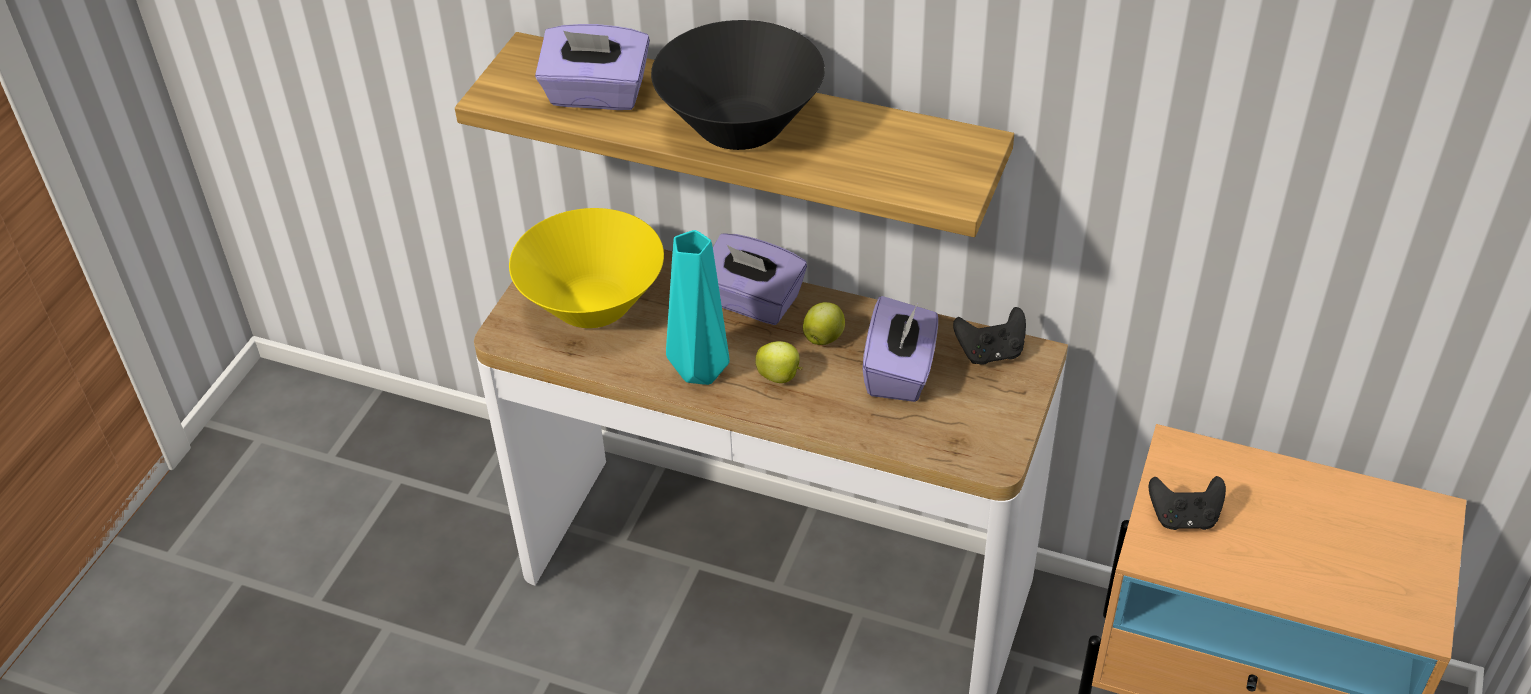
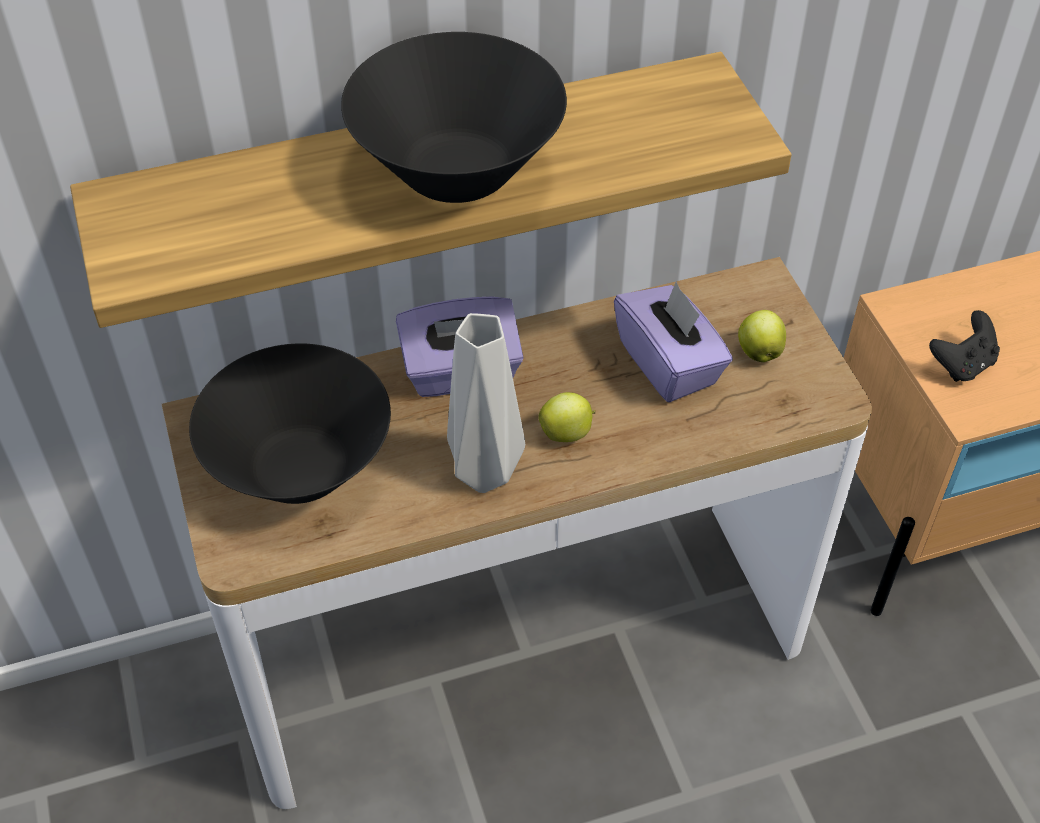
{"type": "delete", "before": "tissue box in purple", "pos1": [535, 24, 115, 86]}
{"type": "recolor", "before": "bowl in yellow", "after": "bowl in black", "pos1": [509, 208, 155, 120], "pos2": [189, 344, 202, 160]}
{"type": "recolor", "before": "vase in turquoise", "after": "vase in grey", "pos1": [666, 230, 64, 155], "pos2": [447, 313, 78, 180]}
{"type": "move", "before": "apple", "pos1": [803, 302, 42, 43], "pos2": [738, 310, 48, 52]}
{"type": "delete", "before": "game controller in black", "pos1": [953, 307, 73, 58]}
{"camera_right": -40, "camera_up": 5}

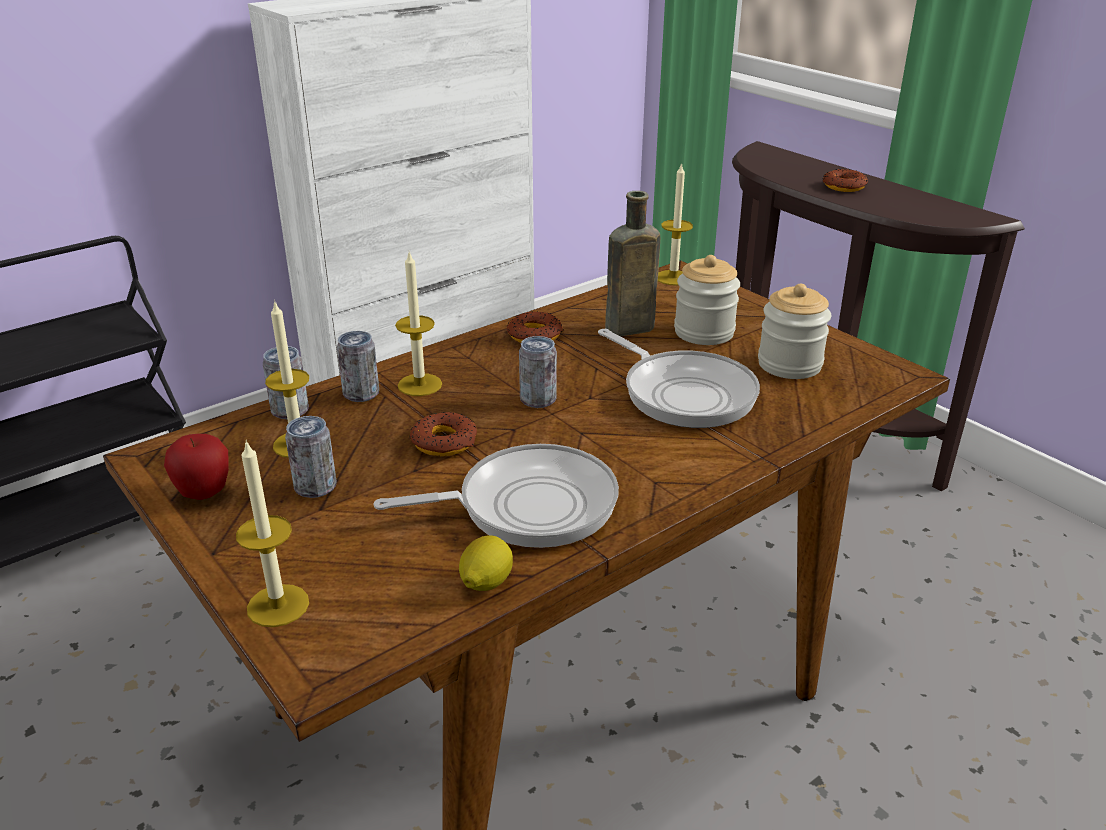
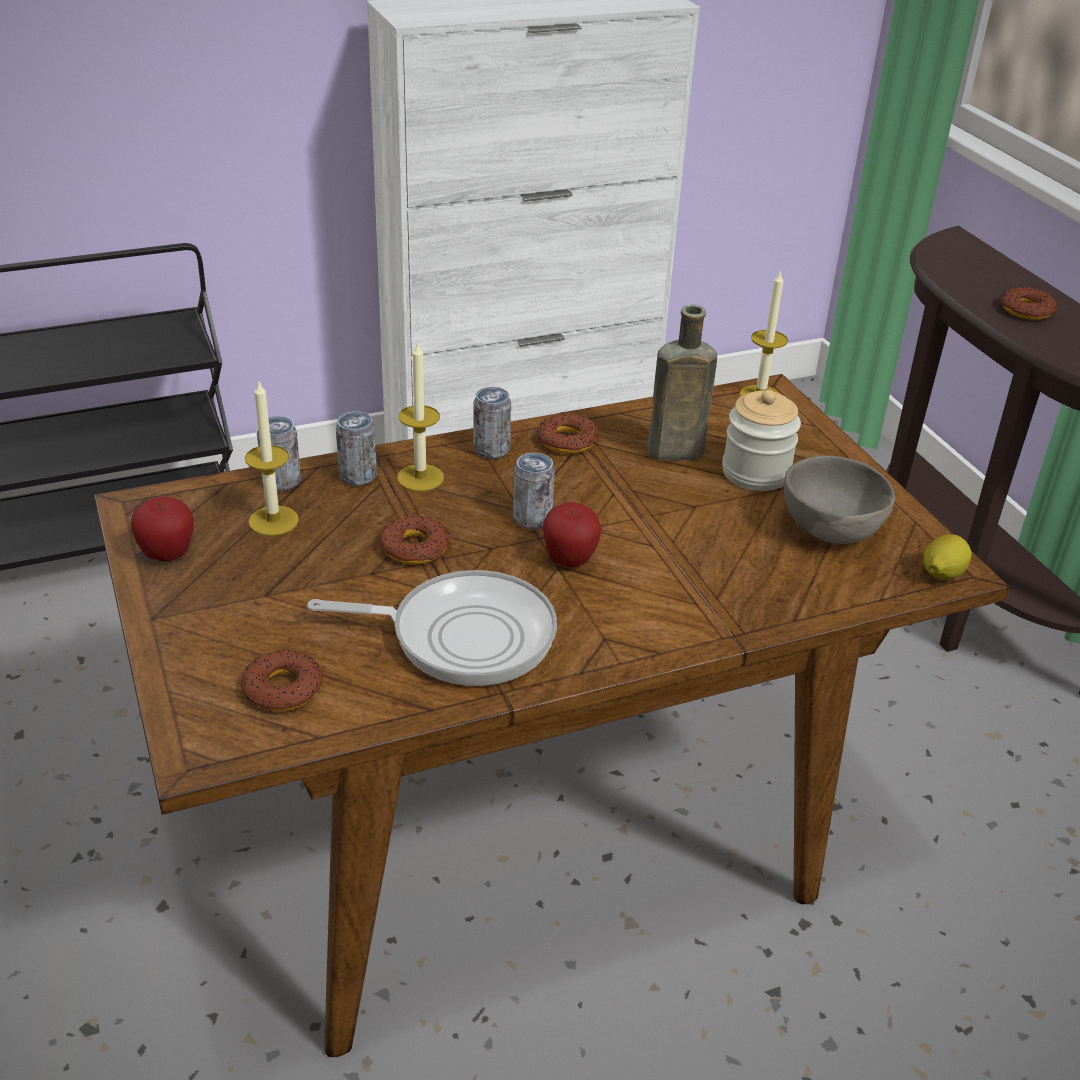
{"type": "replace", "before": "jar", "after": "bowl in grey", "pos1": [758, 284, 73, 95], "pos2": [784, 456, 111, 88]}
{"type": "delete", "before": "frying pan", "pos1": [598, 329, 162, 99]}
{"type": "move", "before": "can", "pos1": [285, 416, 51, 82], "pos2": [473, 387, 38, 72]}
{"type": "delete", "before": "candle", "pos1": [236, 440, 73, 187]}
{"type": "move", "before": "lemon", "pos1": [459, 535, 54, 56], "pos2": [923, 534, 49, 46]}
{"type": "insert", "after": "apple", "pos2": [543, 502, 59, 65]}
{"type": "insert", "after": "donut", "pos2": [241, 649, 82, 62]}
{"camera_right": 15, "camera_up": 5}

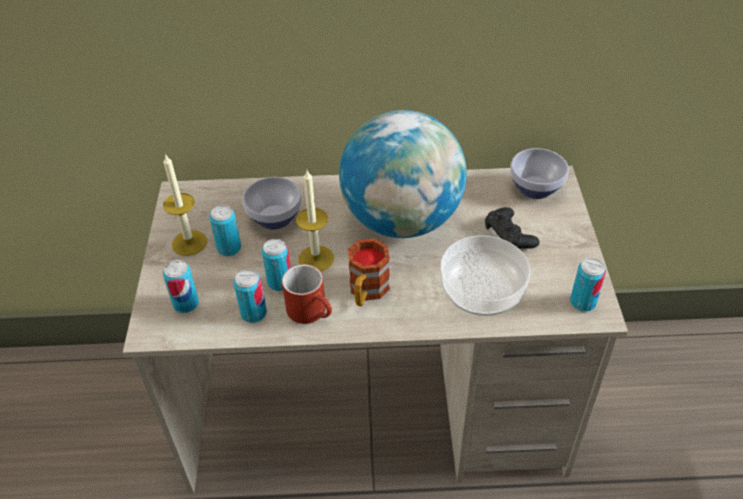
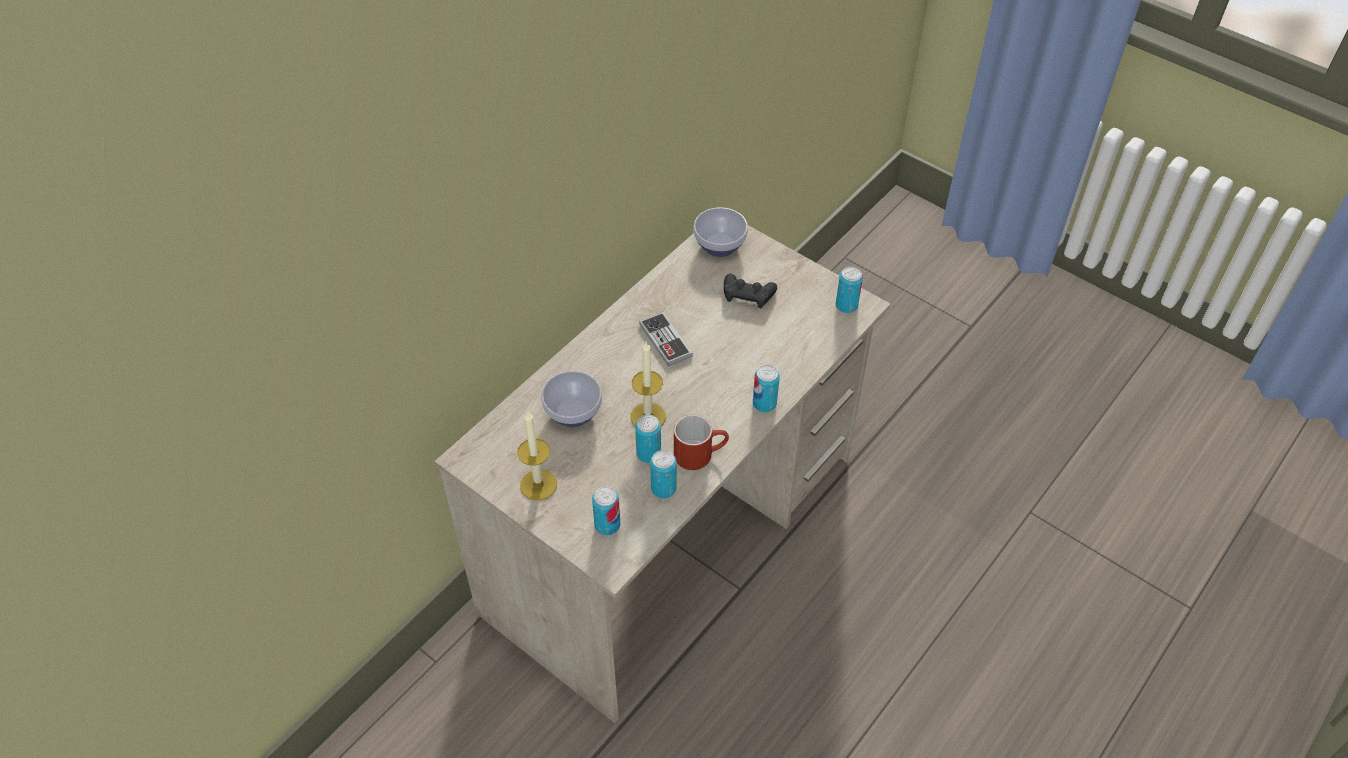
{"type": "replace", "before": "globe", "after": "game controller", "pos1": [339, 110, 128, 128], "pos2": [639, 312, 54, 54]}
{"type": "move", "before": "can", "pos1": [210, 205, 31, 51], "pos2": [753, 365, 27, 47]}
{"type": "delete", "before": "bowl", "pos1": [440, 235, 90, 81]}
{"type": "delete", "before": "mug", "pos1": [348, 238, 42, 68]}
{"camera_right": -50, "camera_up": 5}

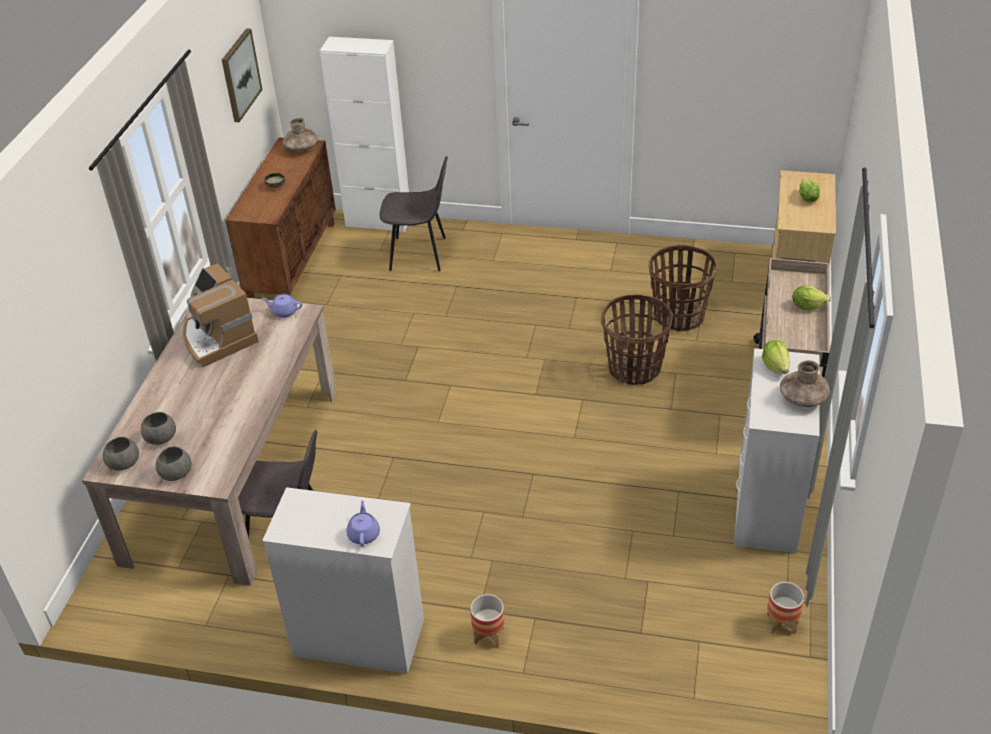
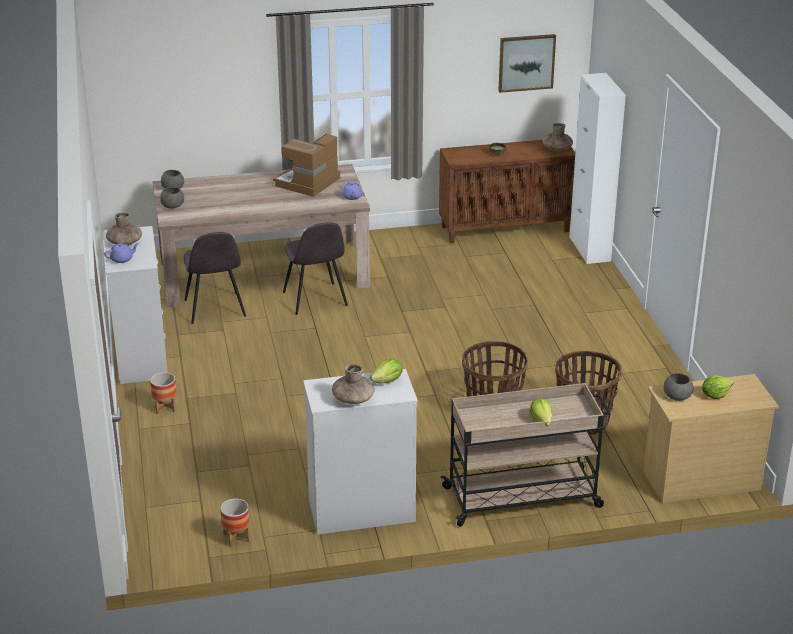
{"type": "move", "before": "chair in grey", "pos1": [380, 156, 68, 115], "pos2": [283, 222, 65, 93]}
{"type": "move", "before": "bowl in grey", "pos1": [141, 412, 35, 33], "pos2": [664, 373, 30, 28]}
{"type": "insert", "after": "vase in brown", "pos2": [106, 212, 36, 33]}
{"camera_right": 65, "camera_up": -10}

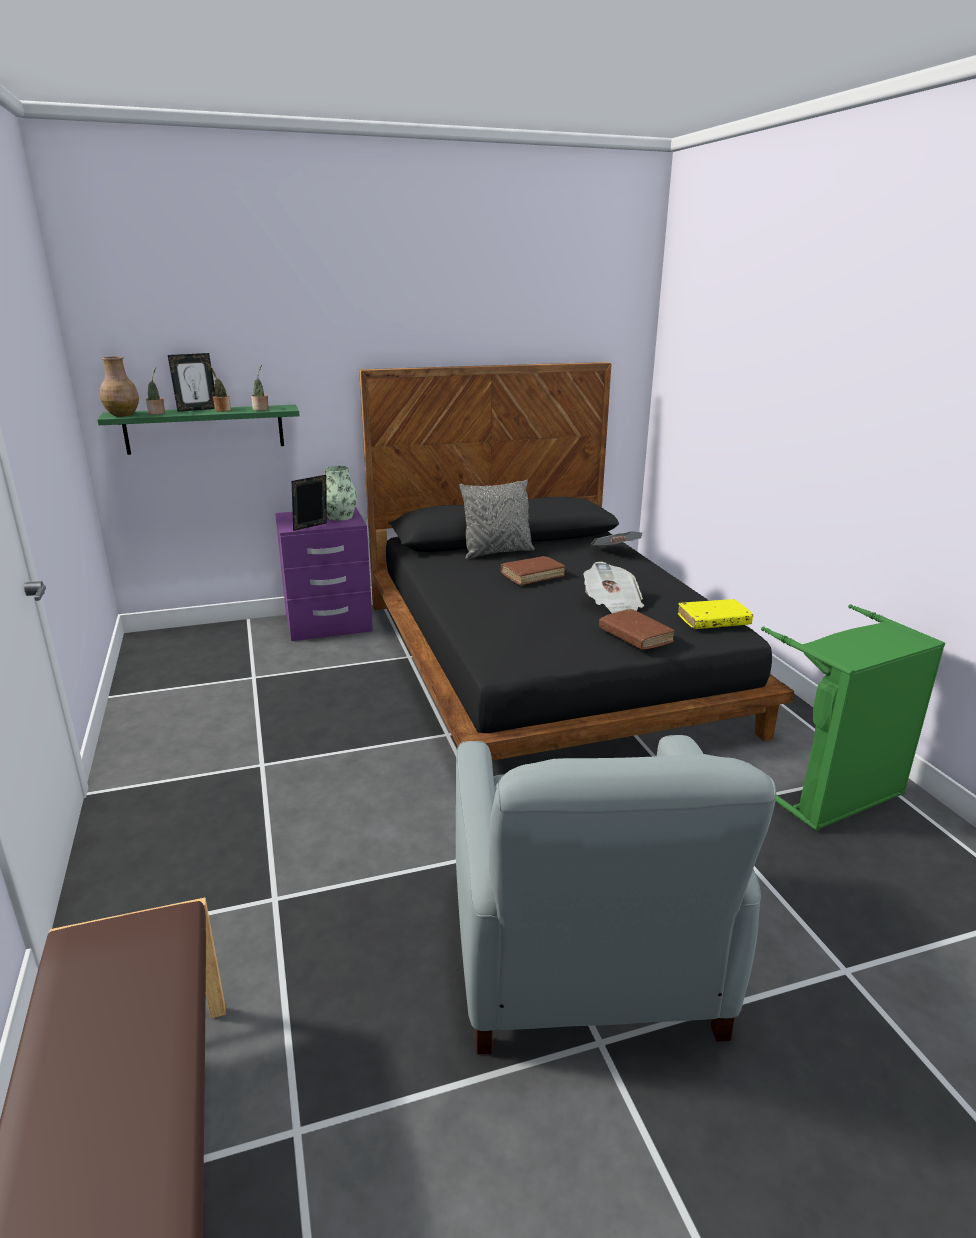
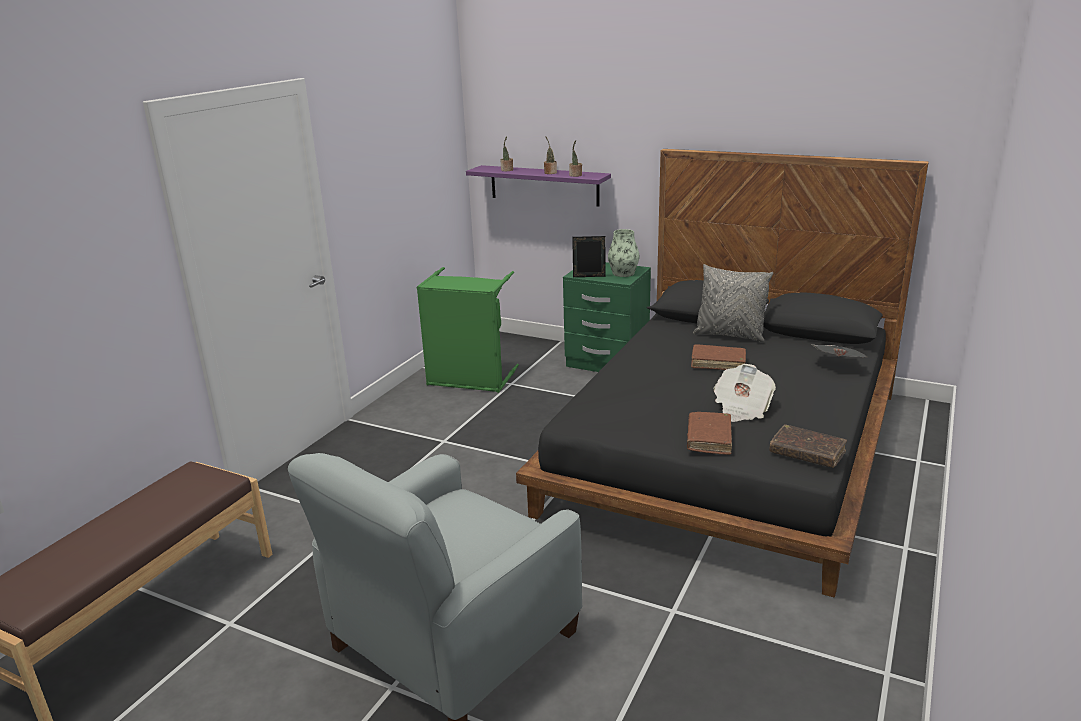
{"type": "delete", "before": "picture frame", "pos1": [168, 353, 48, 59]}
{"type": "delete", "before": "vase in brown", "pos1": [100, 356, 39, 61]}
{"type": "recolor", "before": "shelf in green", "after": "shelf in purple", "pos1": [97, 405, 203, 50], "pos2": [466, 165, 145, 42]}
{"type": "recolor", "before": "nightstand in purple", "after": "nightstand in green", "pos1": [275, 507, 98, 134], "pos2": [563, 262, 88, 110]}
{"type": "recolor", "before": "book in yellow", "after": "book in brown", "pos1": [678, 599, 75, 30], "pos2": [769, 424, 78, 44]}
{"type": "move", "before": "laundry basket in green", "pos1": [761, 604, 184, 227], "pos2": [417, 267, 102, 126]}
{"camera_right": 45, "camera_up": 0}

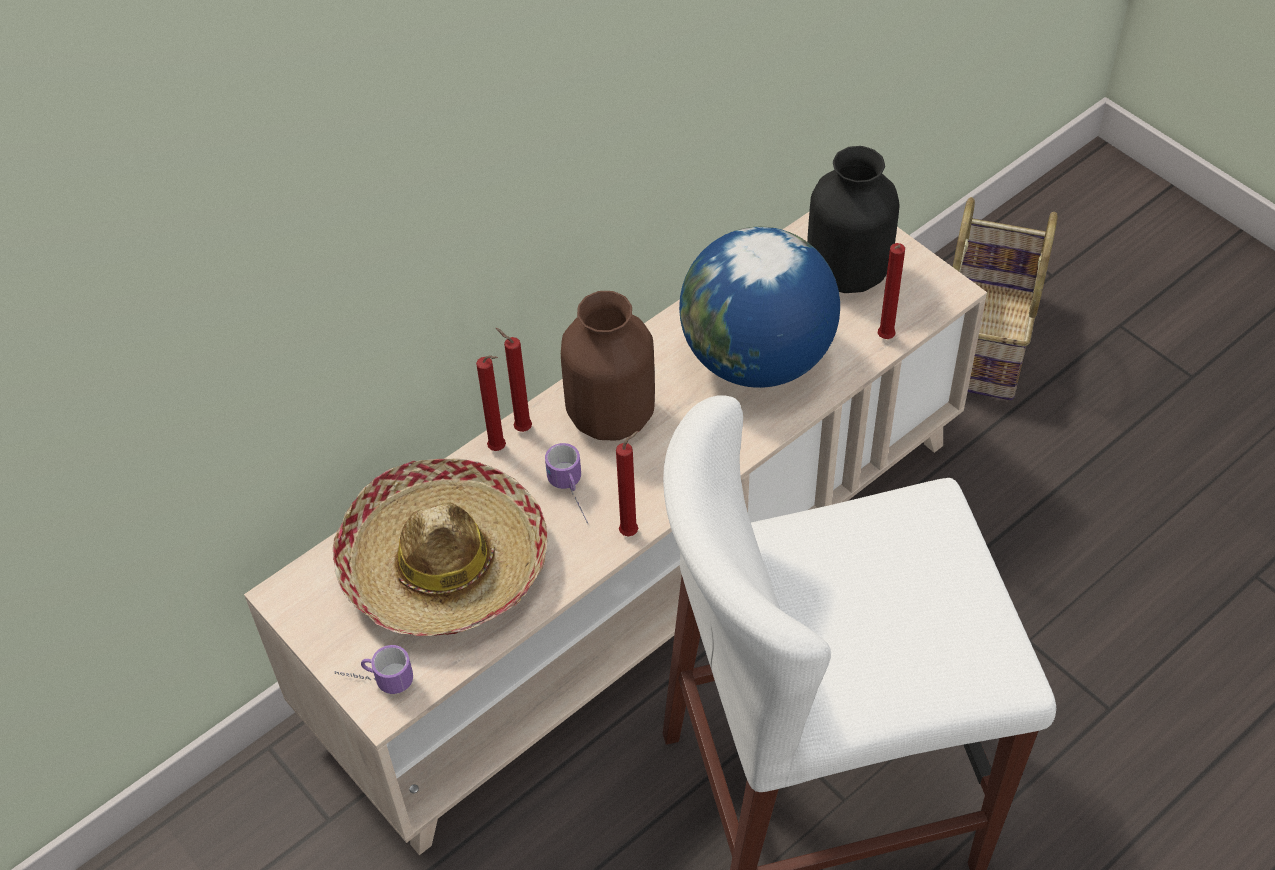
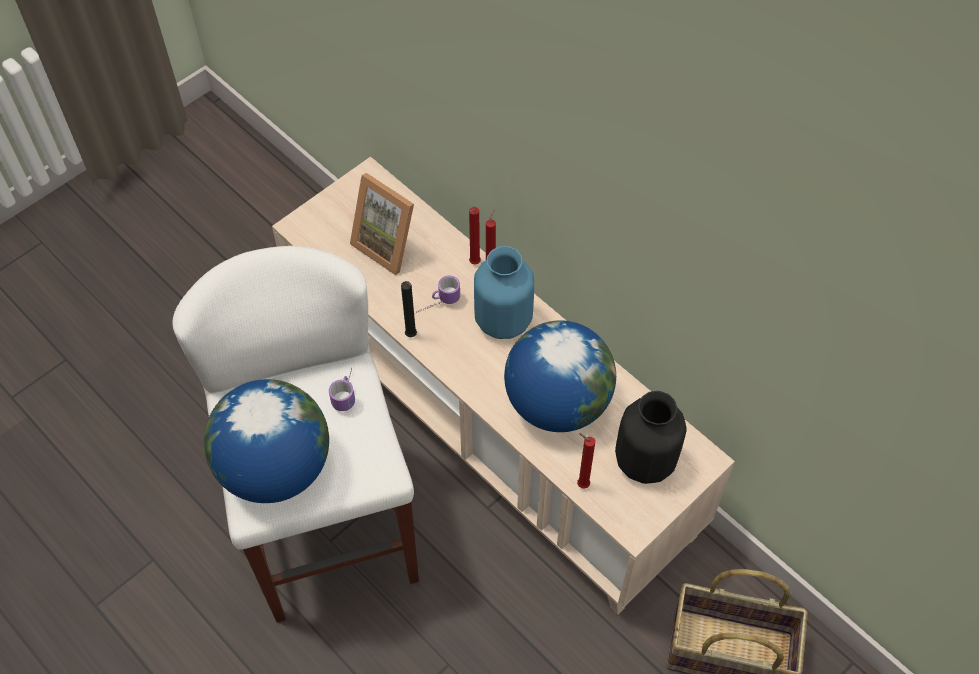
{"type": "recolor", "before": "vase in brown", "after": "vase in blue", "pos1": [561, 291, 94, 149], "pos2": [474, 246, 60, 93]}
{"type": "recolor", "before": "candle in red", "after": "candle in black", "pos1": [616, 431, 22, 106], "pos2": [401, 281, 16, 56]}
{"type": "replace", "before": "hat", "after": "picture frame", "pos1": [333, 459, 215, 177], "pos2": [350, 173, 64, 102]}
{"type": "move", "before": "mug", "pos1": [335, 645, 78, 49], "pos2": [329, 368, 26, 43]}
{"type": "insert", "after": "globe", "pos2": [204, 379, 125, 124]}
{"camera_right": 85, "camera_up": 5}

